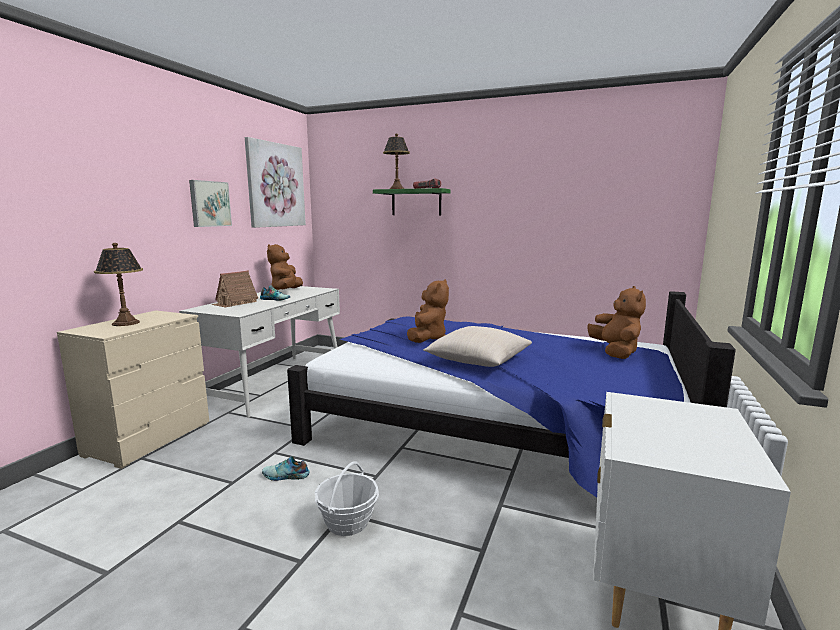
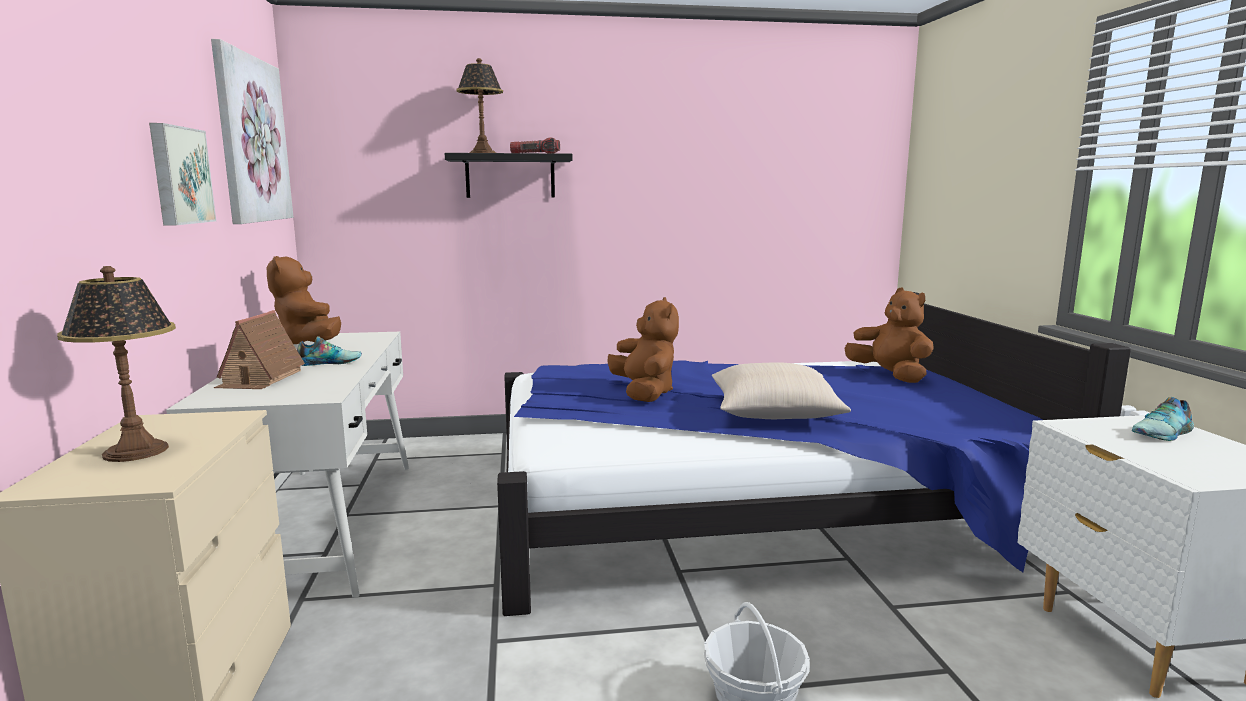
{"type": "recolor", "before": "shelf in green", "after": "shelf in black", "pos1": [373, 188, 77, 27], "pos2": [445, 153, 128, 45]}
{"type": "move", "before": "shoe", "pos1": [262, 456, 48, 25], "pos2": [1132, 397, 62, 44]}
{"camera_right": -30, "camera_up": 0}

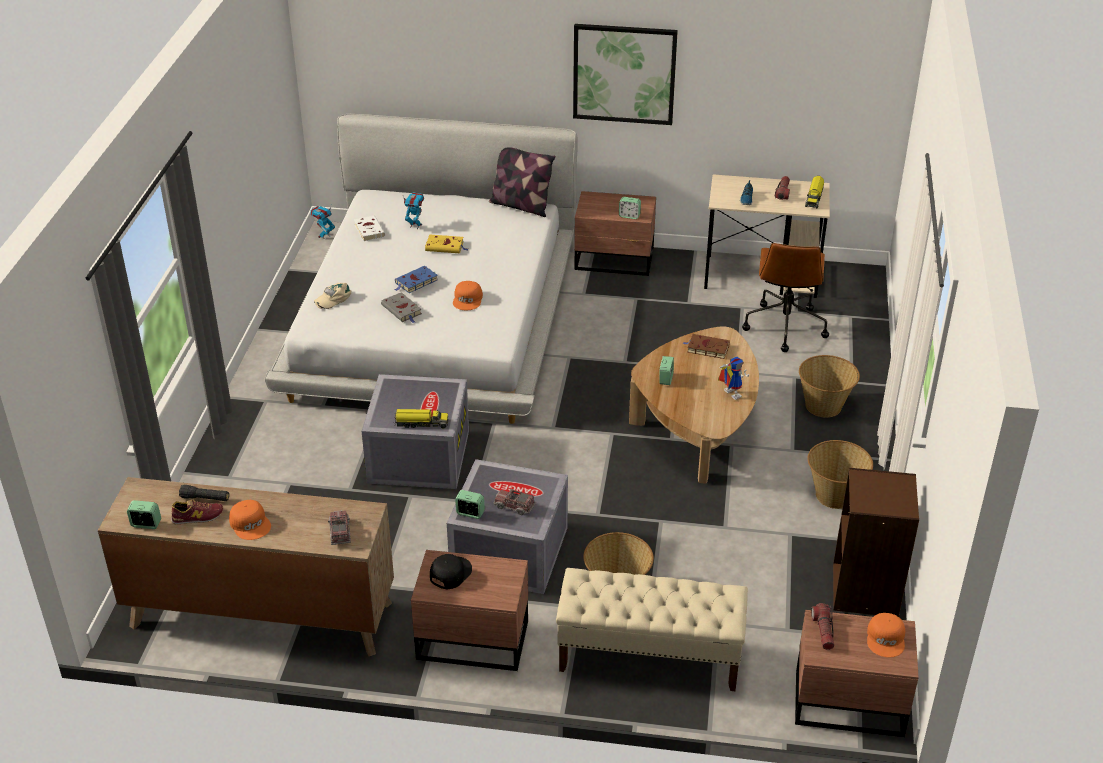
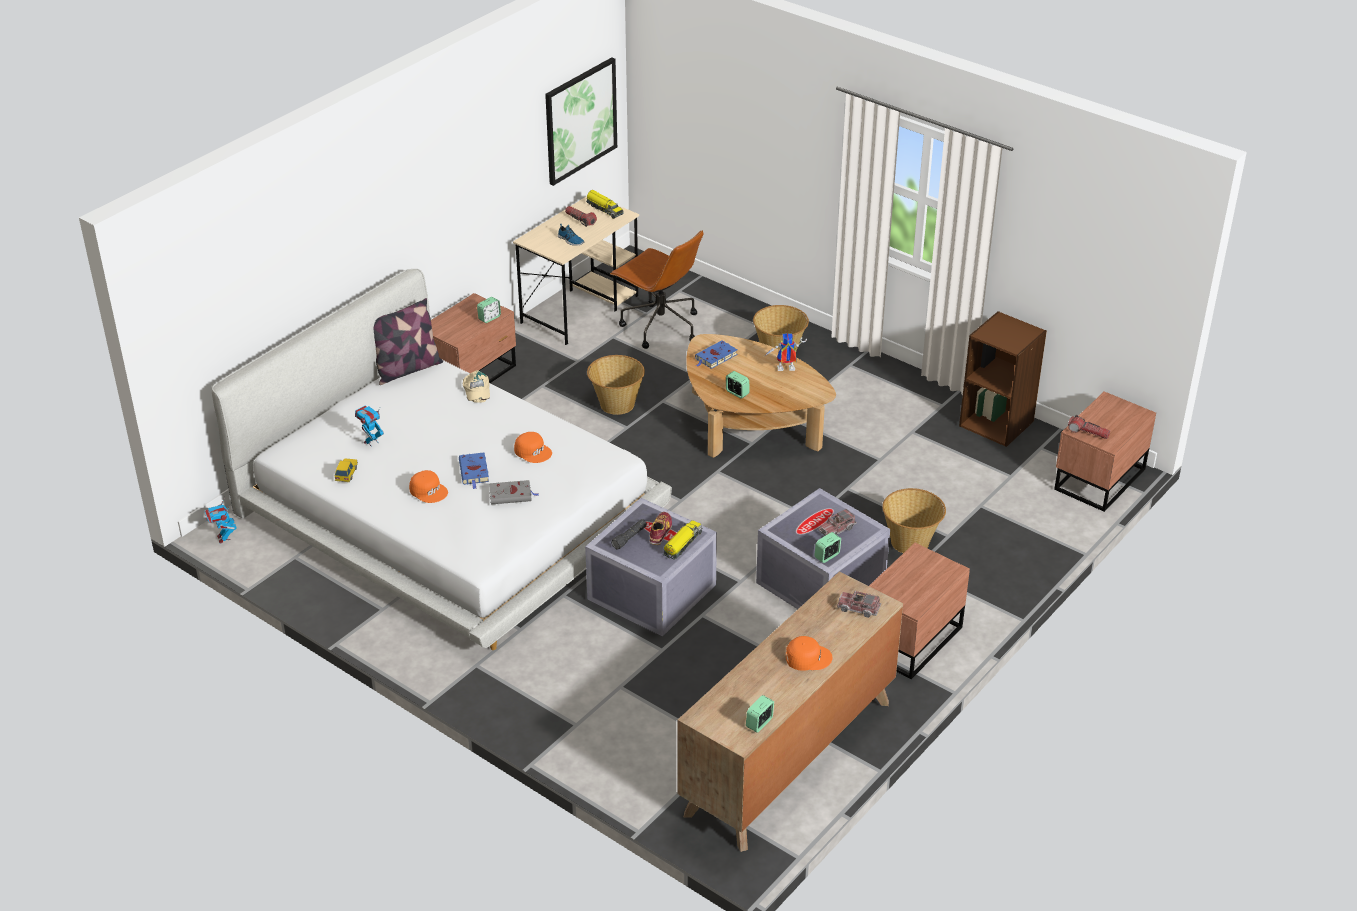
{"type": "move", "before": "picture", "pos1": [573, 24, 105, 101], "pos2": [545, 57, 72, 129]}
{"type": "replace", "before": "book in white", "after": "toy car", "pos1": [354, 216, 31, 25], "pos2": [334, 458, 24, 24]}
{"type": "delete", "before": "book in yellow", "pos1": [425, 234, 43, 19]}
{"type": "move", "before": "cap in beige", "pos1": [314, 283, 37, 26], "pos2": [463, 370, 27, 33]}
{"type": "recolor", "before": "book in brown", "after": "book in blue", "pos1": [683, 334, 47, 25], "pos2": [695, 340, 43, 29]}
{"type": "move", "before": "basket", "pos1": [807, 440, 66, 69], "pos2": [587, 355, 58, 60]}
{"type": "move", "before": "flashlight in black", "pos1": [179, 485, 50, 16], "pos2": [611, 519, 36, 30]}
{"type": "move", "before": "shoe", "pos1": [171, 500, 52, 25], "pos2": [649, 512, 23, 33]}
{"type": "delete", "before": "cap in black", "pos1": [430, 554, 42, 35]}
{"type": "delete", "before": "bench in beige", "pos1": [556, 568, 192, 123]}
{"type": "move", "before": "cap in orange", "pos1": [867, 613, 38, 44], "pos2": [409, 470, 39, 33]}
{"camera_right": -60, "camera_up": 0}

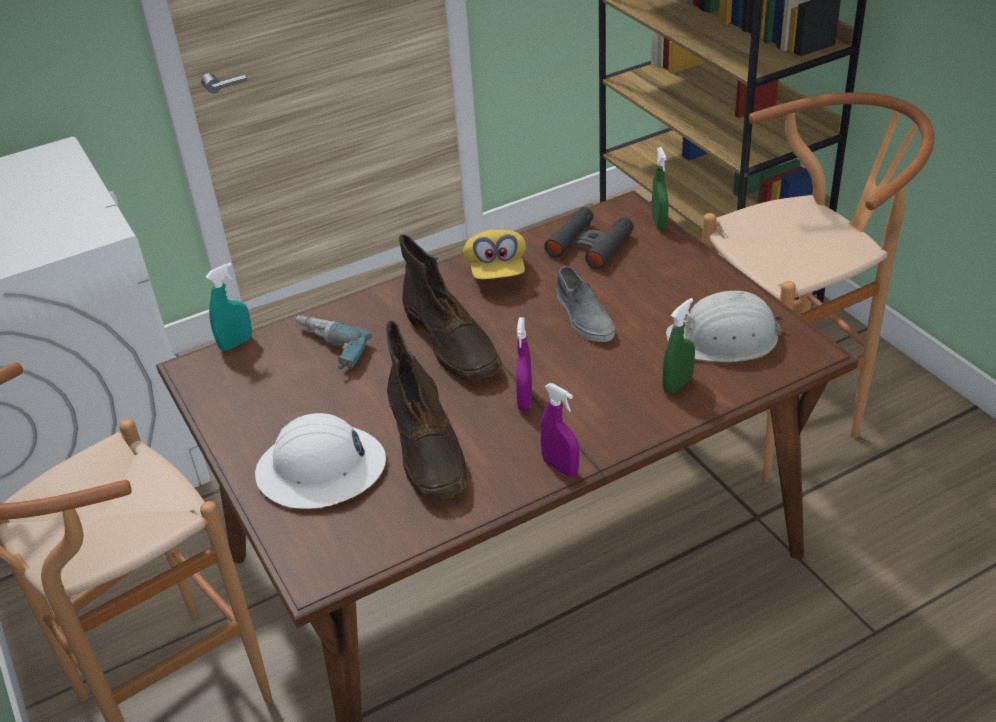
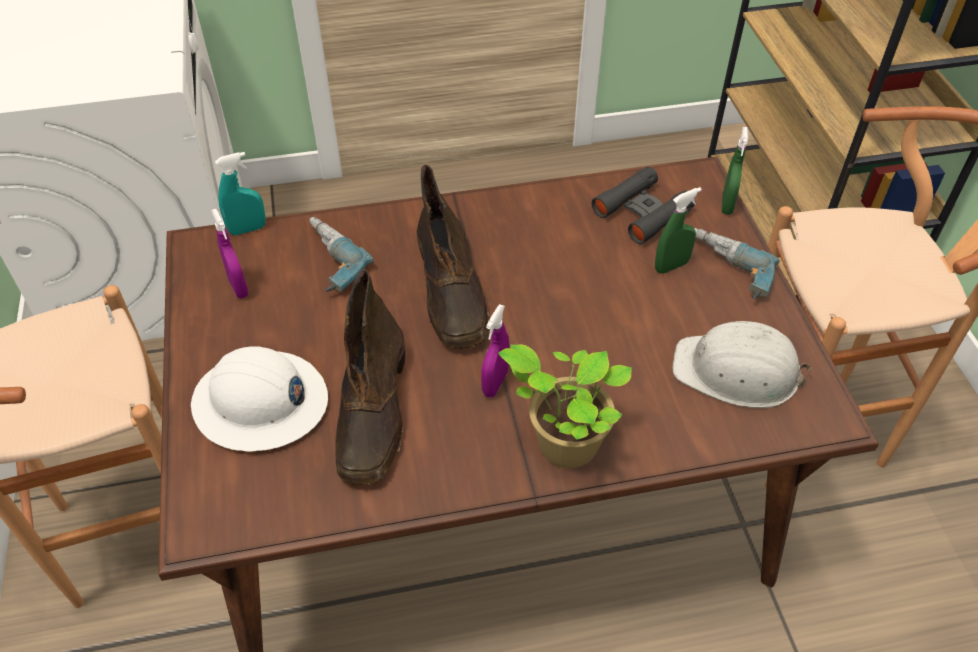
{"type": "delete", "before": "cap in yellow", "pos1": [463, 230, 63, 49]}
{"type": "delete", "before": "shoe in grey", "pos1": [556, 266, 59, 76]}
{"type": "move", "before": "spray bottle in green", "pos1": [662, 298, 33, 96], "pos2": [655, 187, 47, 87]}
{"type": "move", "before": "spray bottle in purple", "pos1": [540, 383, 39, 93], "pos2": [211, 208, 38, 90]}
{"type": "insert", "after": "power drill", "pos2": [694, 228, 85, 71]}
{"type": "insert", "after": "potted plant", "pos2": [499, 344, 133, 124]}
{"camera_right": 15, "camera_up": 10}

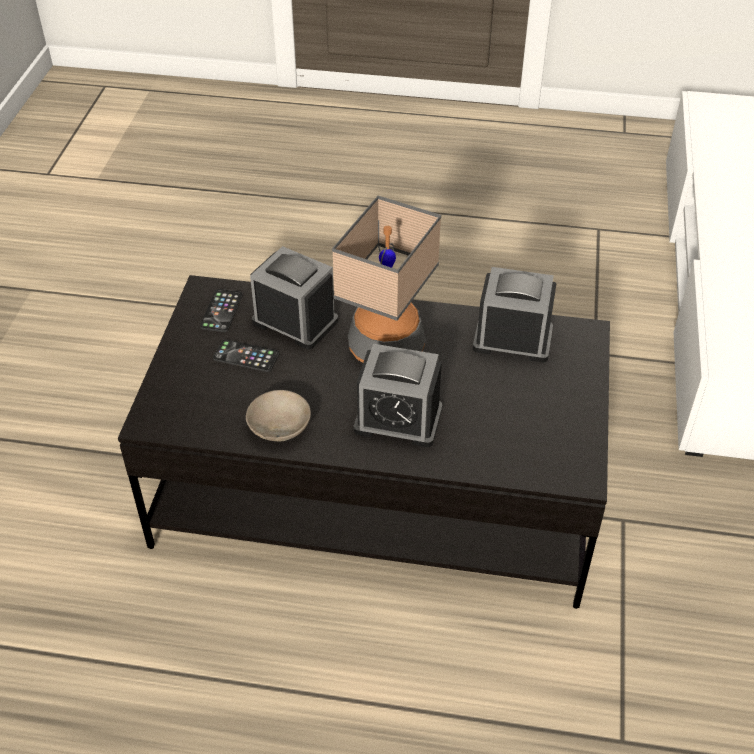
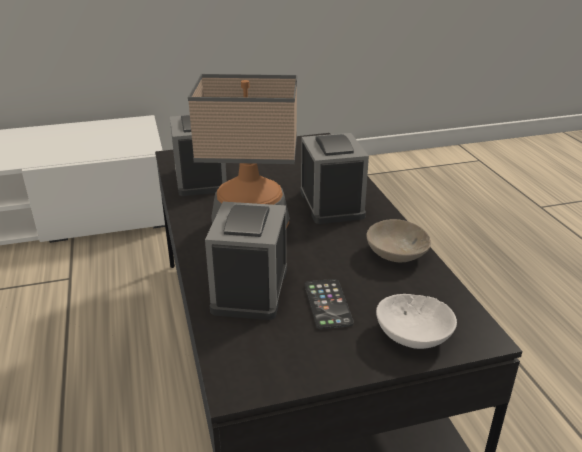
{"type": "delete", "before": "phone", "pos1": [200, 289, 43, 43]}
{"type": "insert", "after": "bowl in white", "pos2": [376, 294, 81, 55]}
{"camera_right": -115, "camera_up": -15}

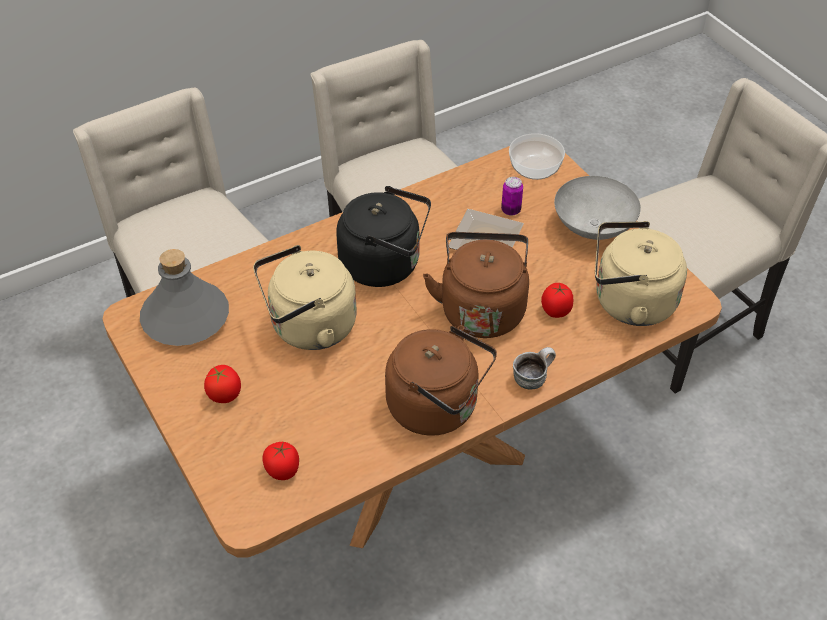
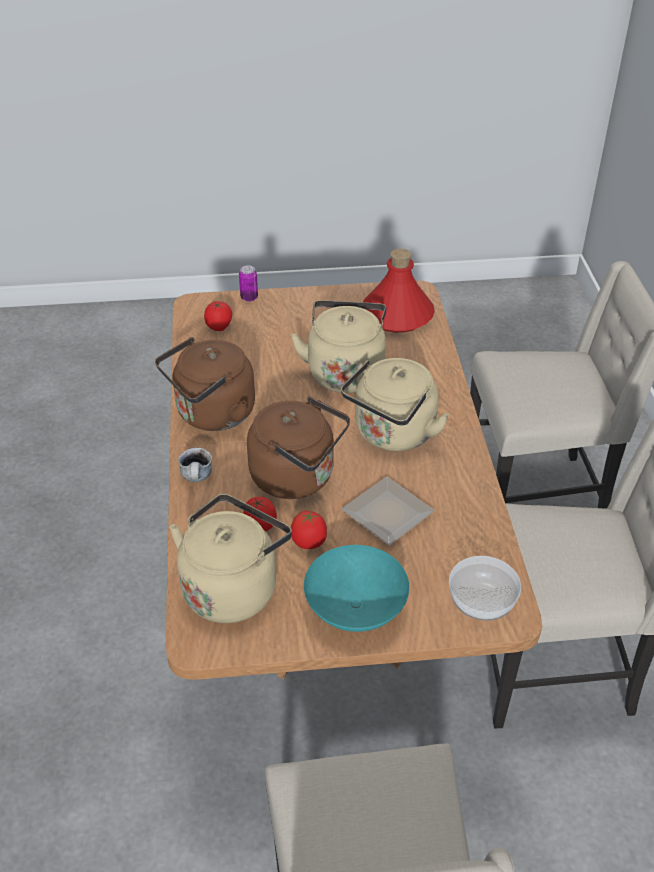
{"type": "recolor", "before": "bowl in grey", "after": "bowl in turquoise", "pos1": [554, 176, 87, 64], "pos2": [304, 545, 105, 87]}
{"type": "move", "before": "can", "pos1": [501, 177, 22, 39], "pos2": [239, 265, 19, 37]}
{"type": "recolor", "before": "kettle in black", "after": "kettle in beige", "pos1": [336, 186, 95, 101], "pos2": [341, 358, 108, 93]}
{"type": "recolor", "before": "bottle in grey", "after": "bottle in red", "pos1": [140, 249, 89, 97], "pos2": [363, 249, 72, 84]}
{"type": "move", "before": "tomato", "pos1": [204, 365, 37, 38], "pos2": [291, 510, 36, 39]}
{"camera_right": 115, "camera_up": -5}

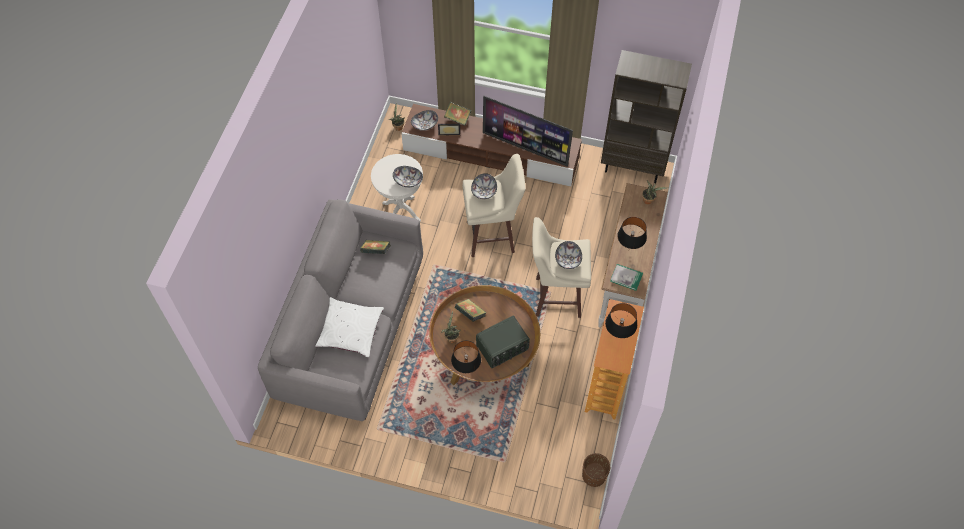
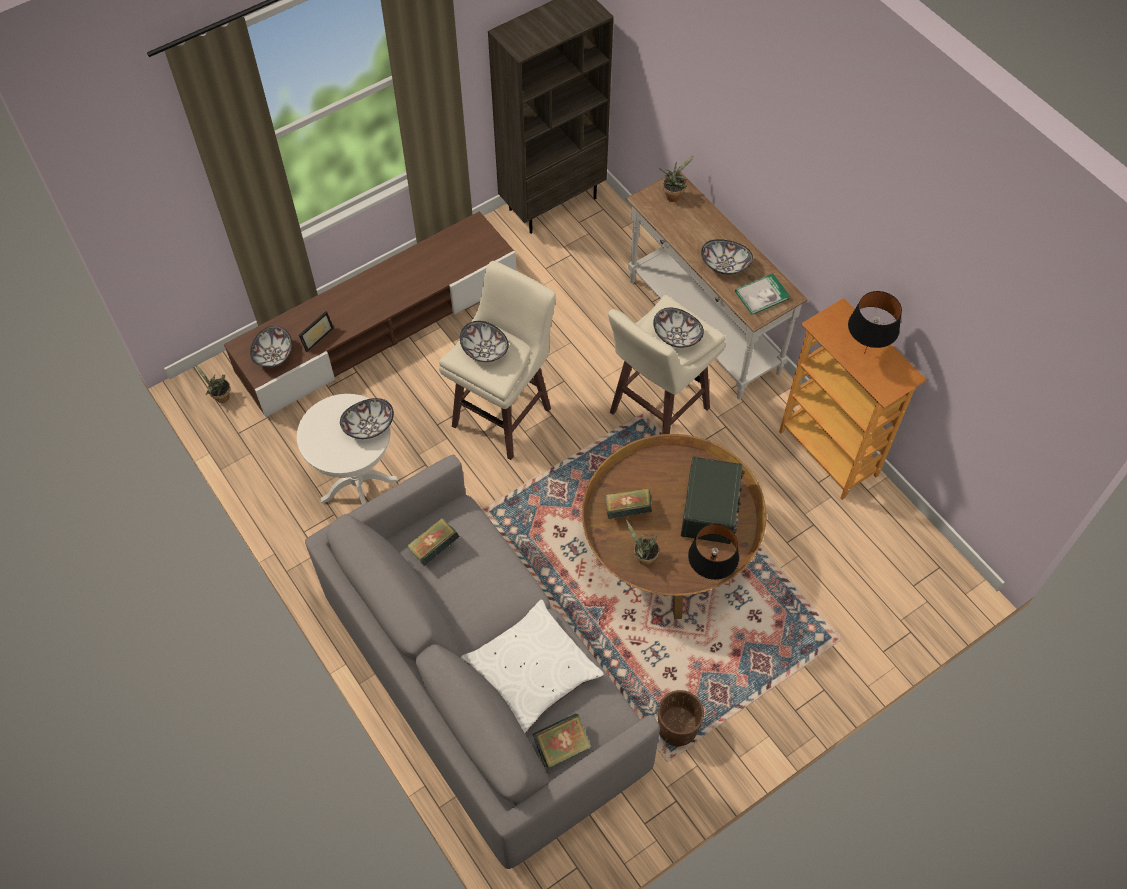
{"type": "delete", "before": "television", "pos1": [483, 96, 90, 71]}
{"type": "move", "before": "book", "pos1": [444, 102, 27, 24], "pos2": [532, 714, 59, 54]}
{"type": "replace", "before": "table lamp in black", "after": "bowl", "pos1": [617, 217, 30, 32], "pos2": [701, 239, 52, 36]}
{"type": "move", "before": "planter in brown", "pos1": [582, 453, 28, 34], "pos2": [658, 690, 46, 57]}
{"camera_right": -50, "camera_up": 0}

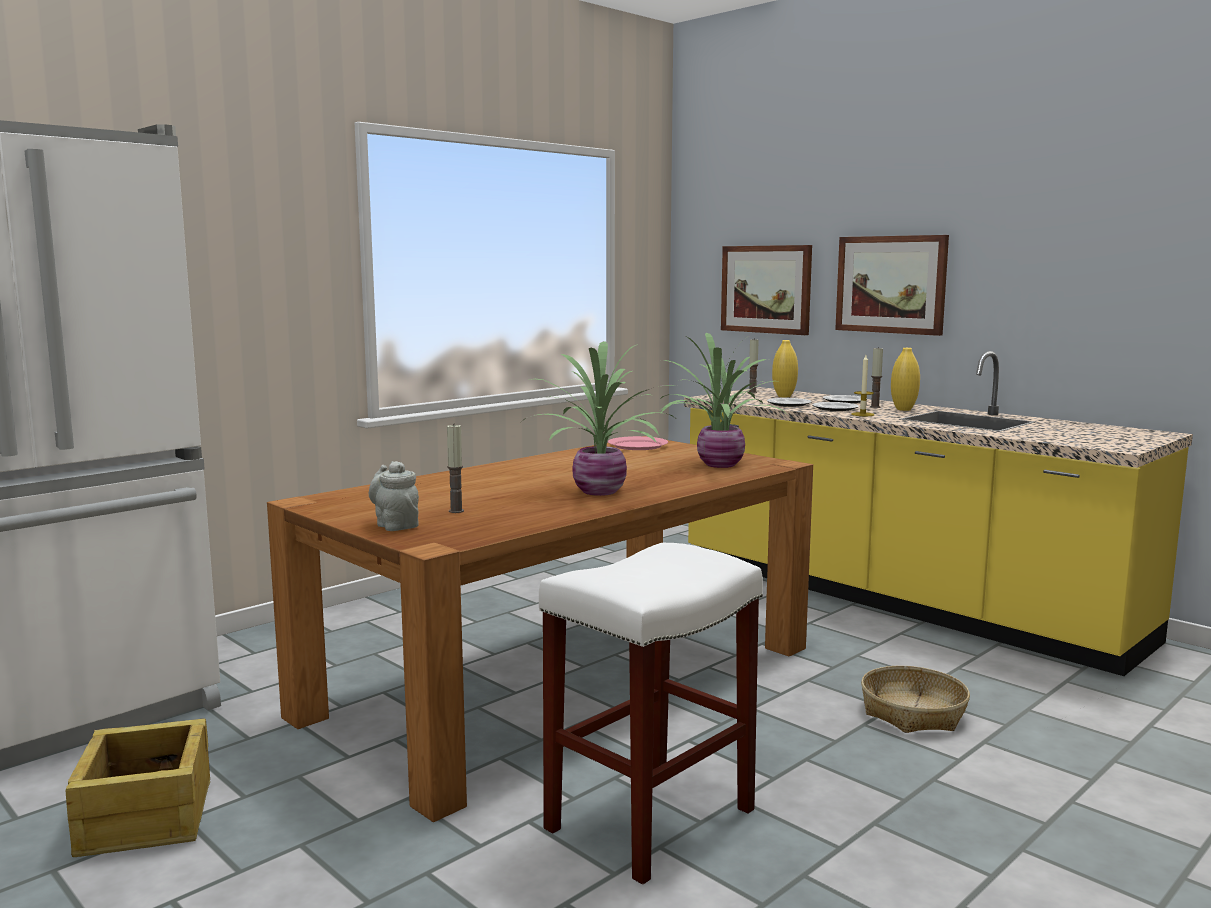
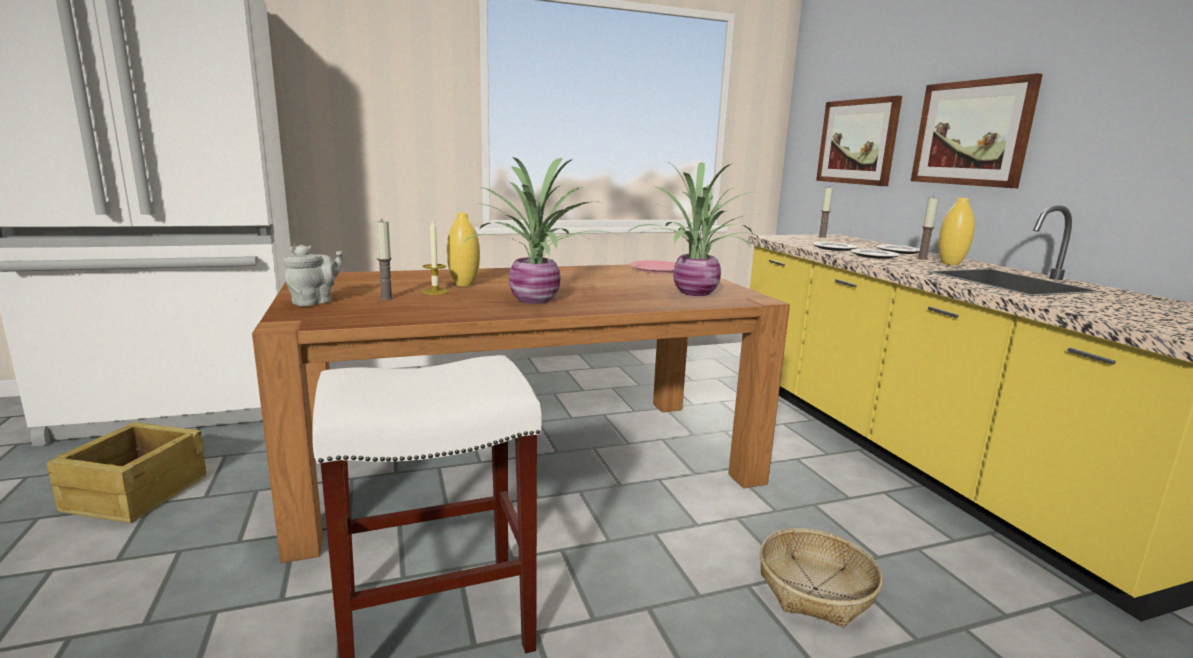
{"type": "move", "before": "vase in yellow", "pos1": [772, 340, 26, 57], "pos2": [447, 213, 33, 73]}
{"type": "move", "before": "candle", "pos1": [851, 355, 24, 61], "pos2": [422, 221, 27, 74]}
{"type": "rotate", "before": "teapot in grey", "pos1": [369, 461, 50, 70], "pos2": [283, 245, 61, 61], "turn": 45}
{"camera_right": 25, "camera_up": 5}

